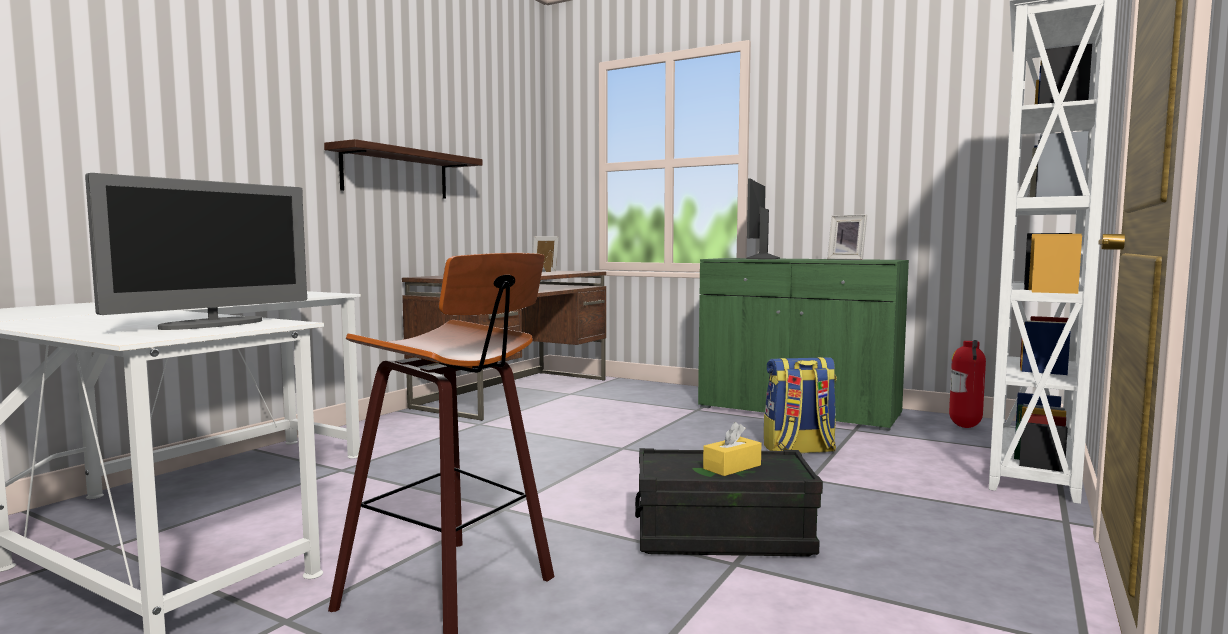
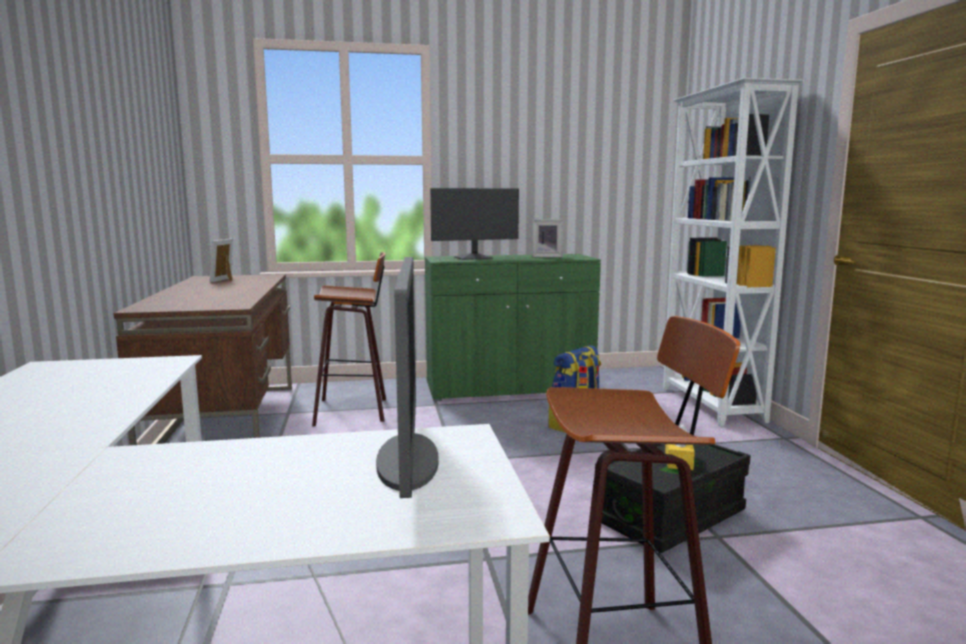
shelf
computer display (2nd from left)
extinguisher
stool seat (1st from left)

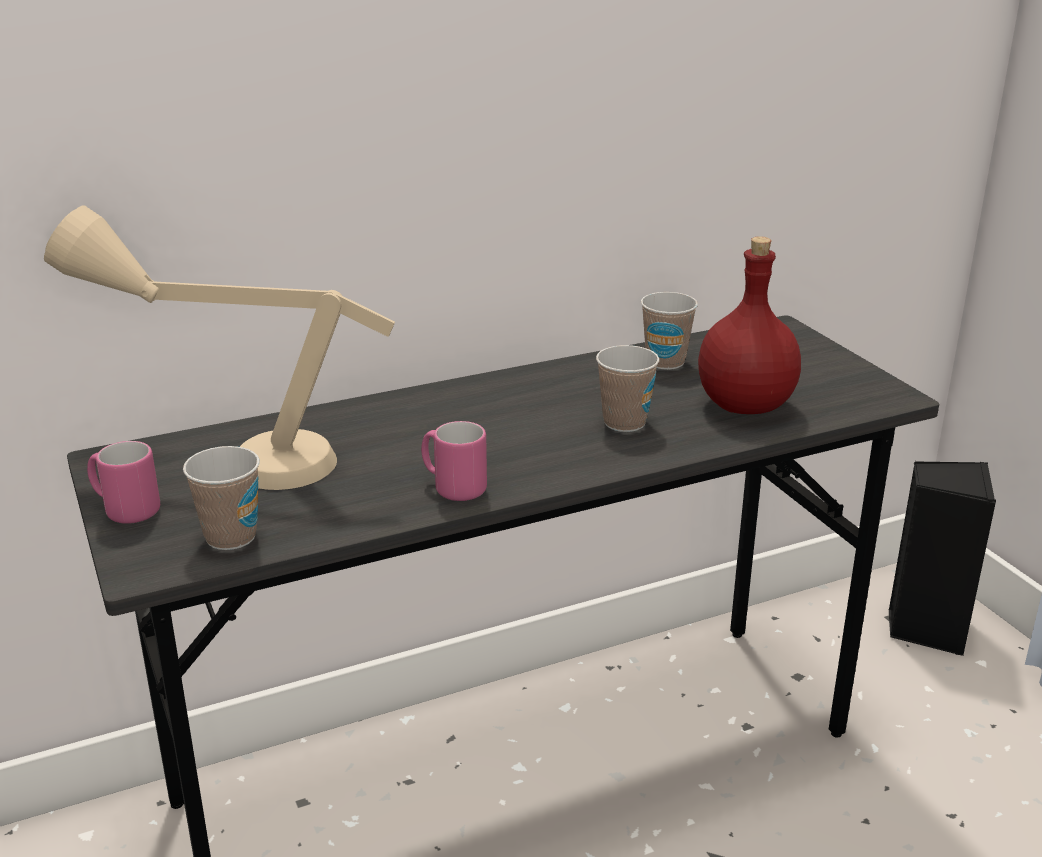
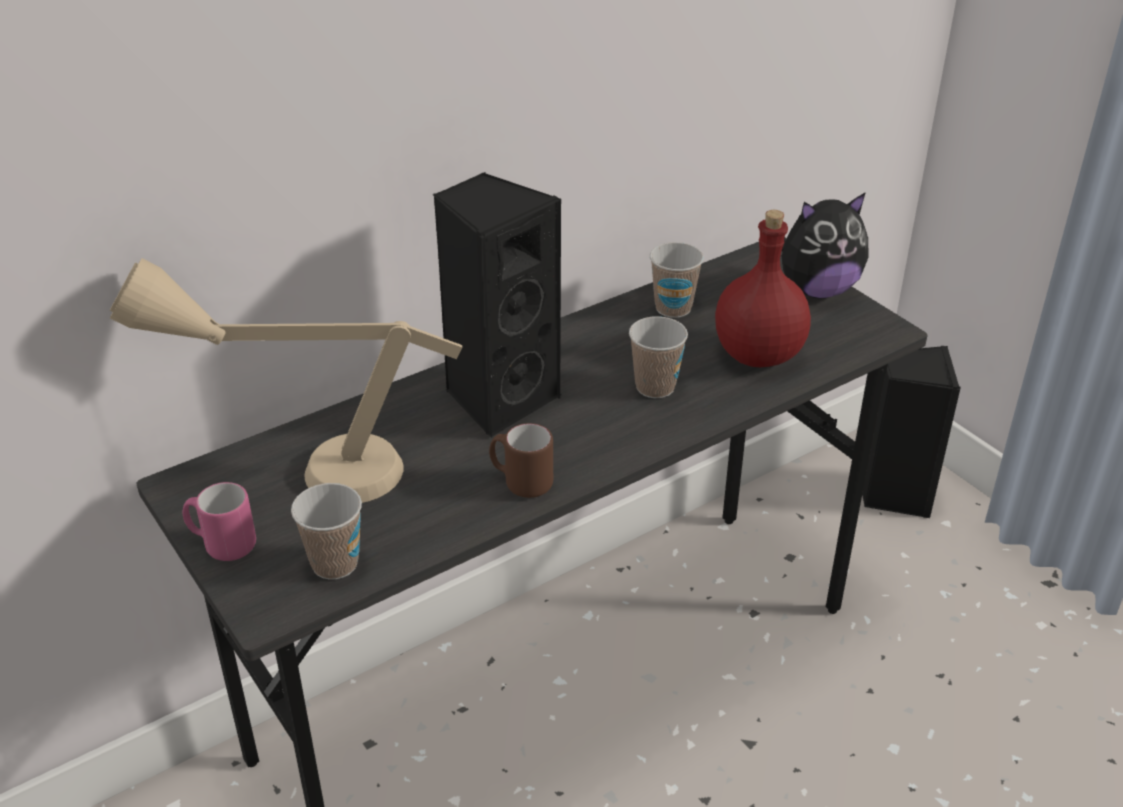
brownish coffee mug
black-coloured audio speaker (1st from left)
soft toy

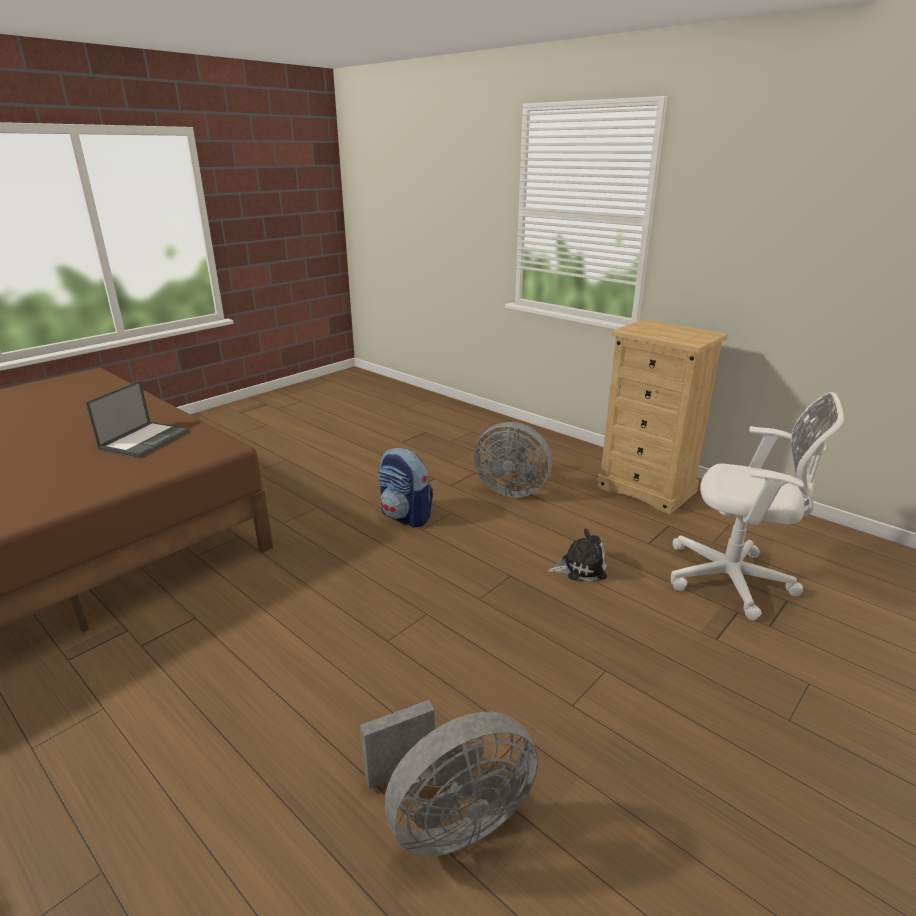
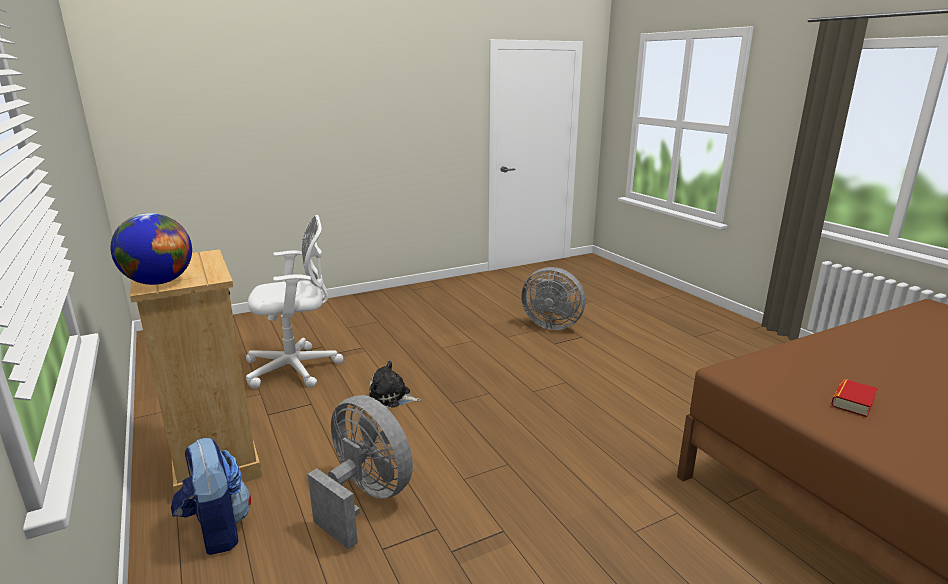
volume
whitish desk chair
knapsack
greyish fan (2nd from left)
desk globe

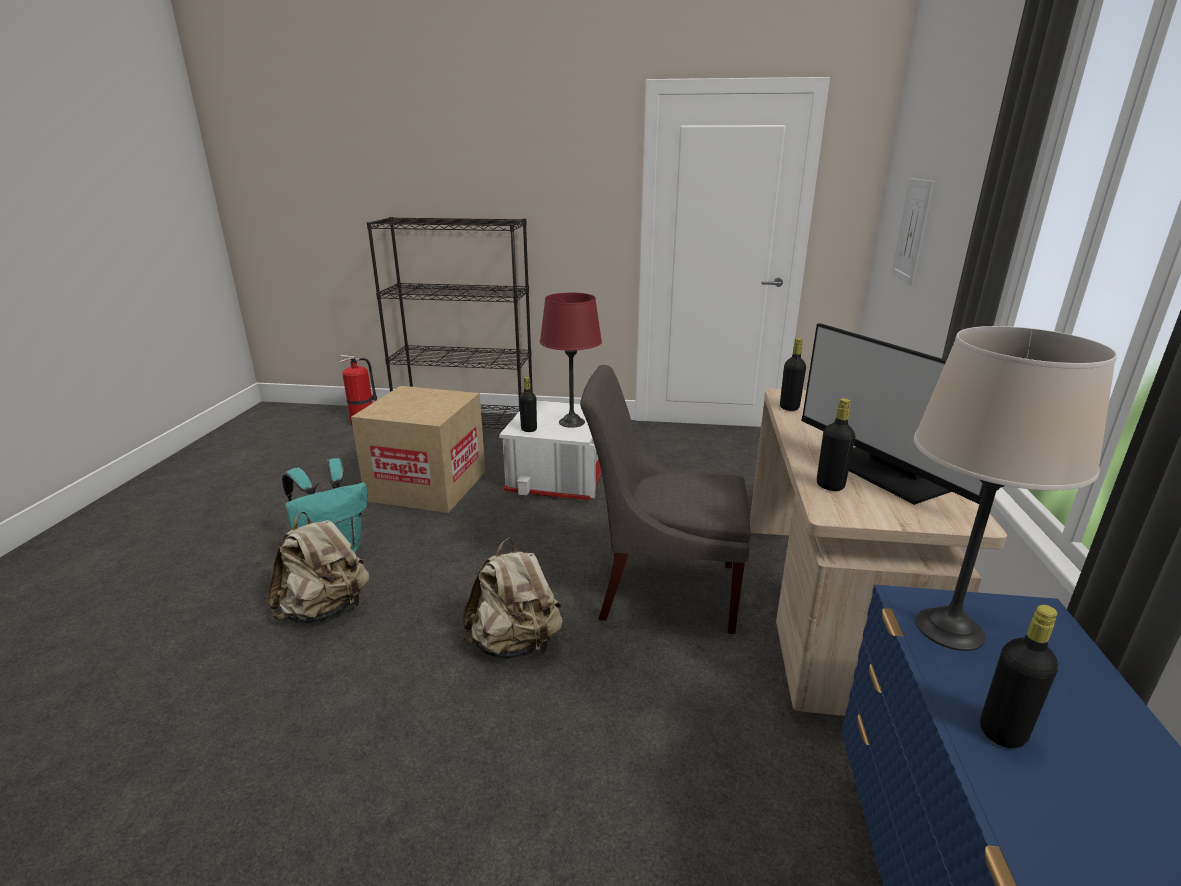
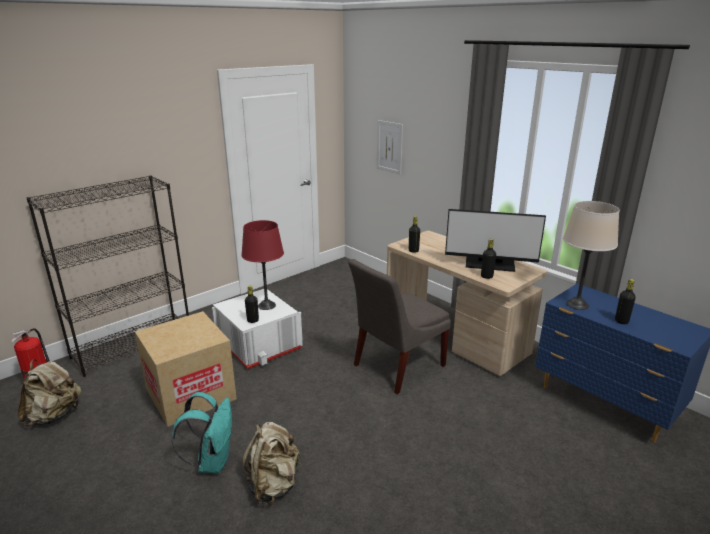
sand-coloured knapsack (1st from left)

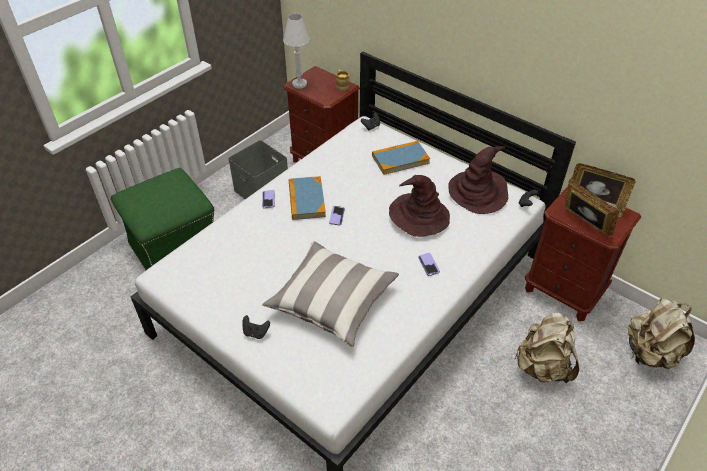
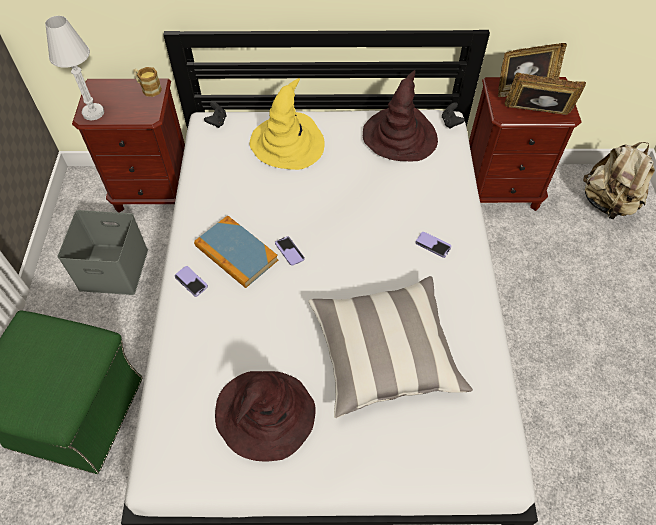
yellow-coloured clothing hat
brownish clothing hat (1st from left)
sand-coloured knapsack (1st from left in the first image)
black-coloured game controller (1st from left in the first image)

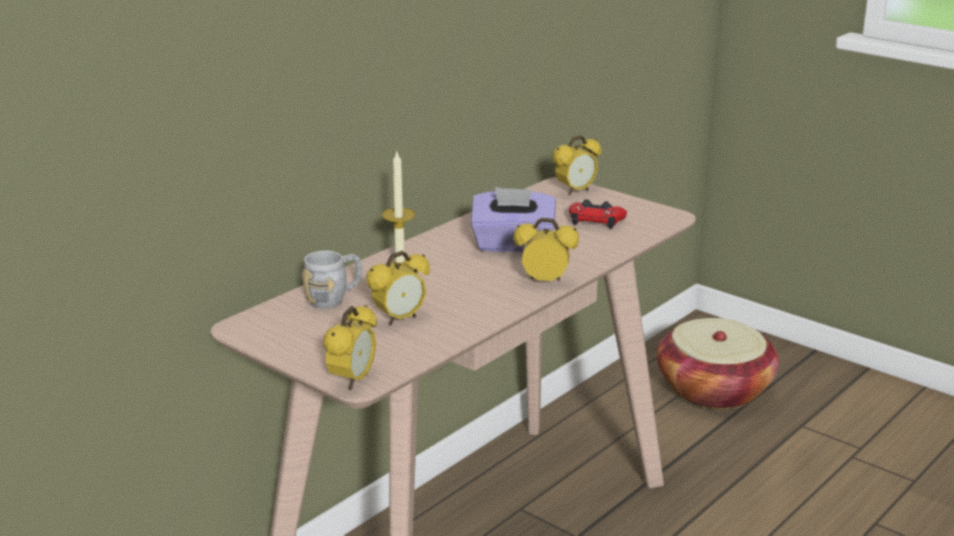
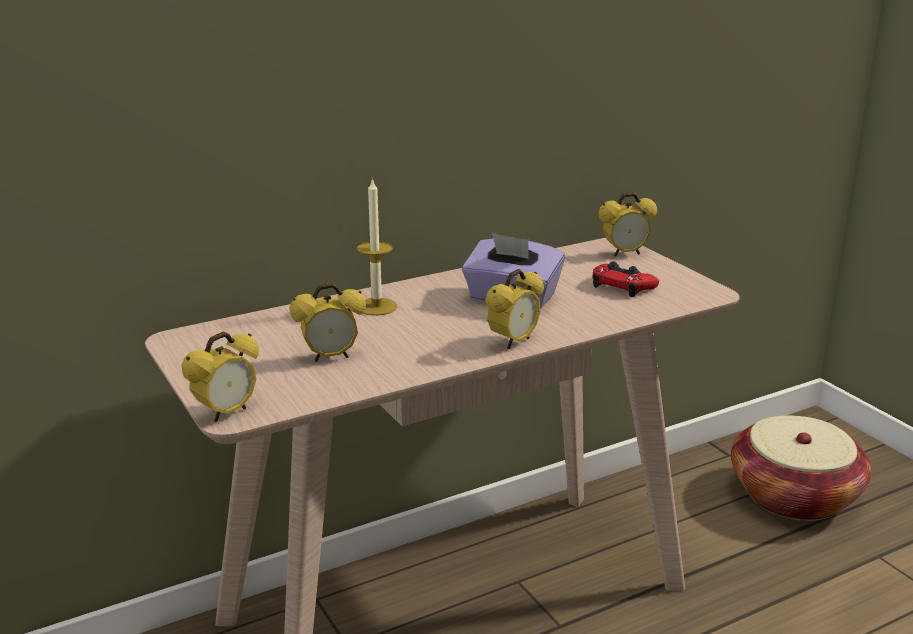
bedside clock (3rd from left)
greyish coffee mug

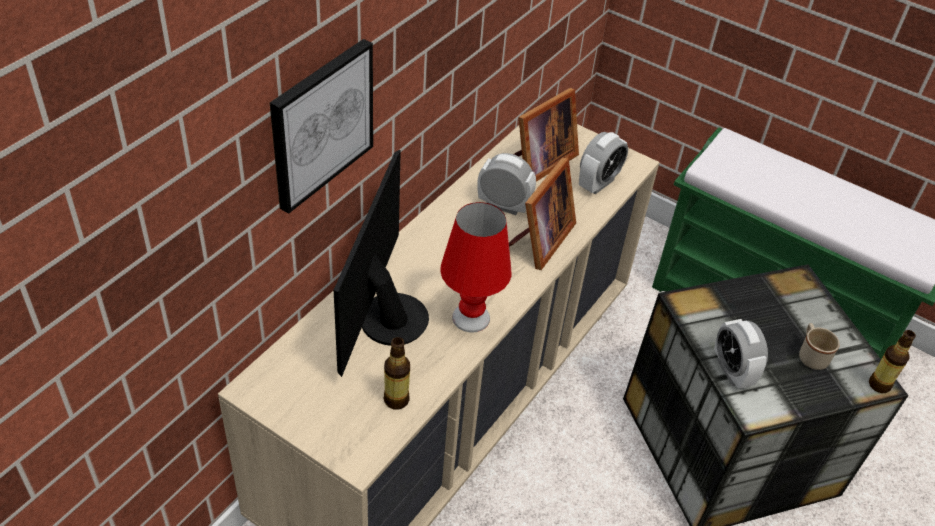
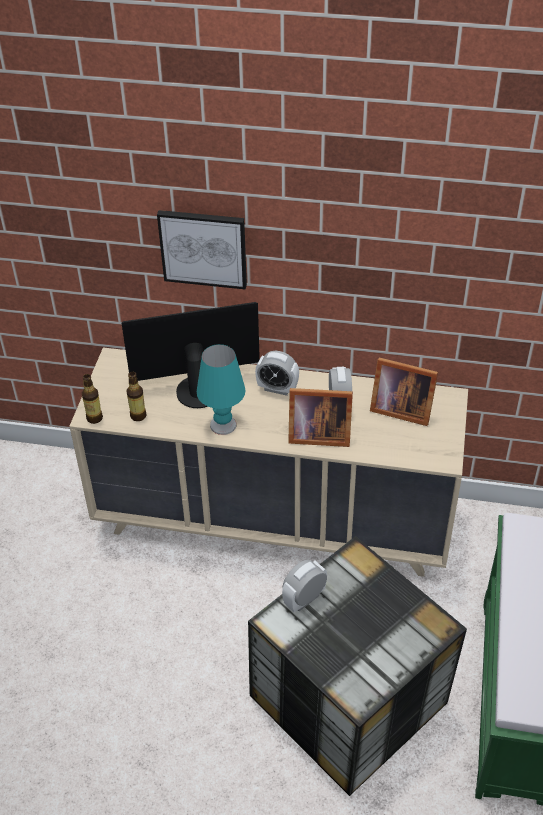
bedside clock (1st from left)
turquoise-coloured table lamp
sand-coloured coffee mug
drink bottle (1st from left)

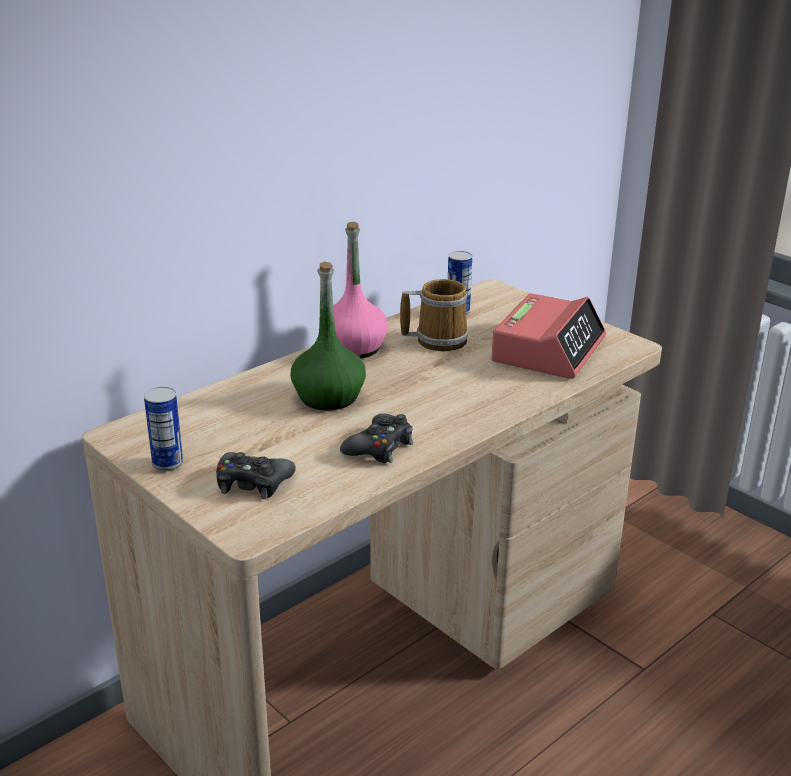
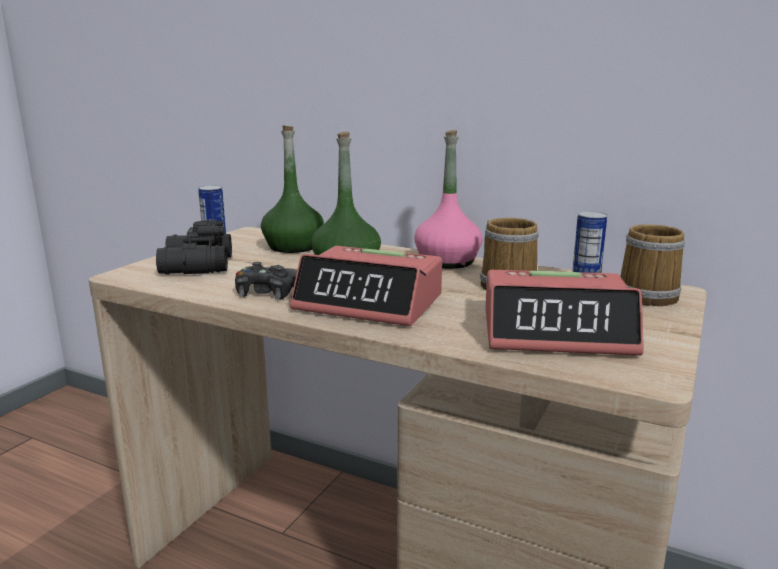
black-coloured pair of binoculars
greenish drink bottle (1st from left)
coffee mug (2nd from left)
bedside clock (1st from left)

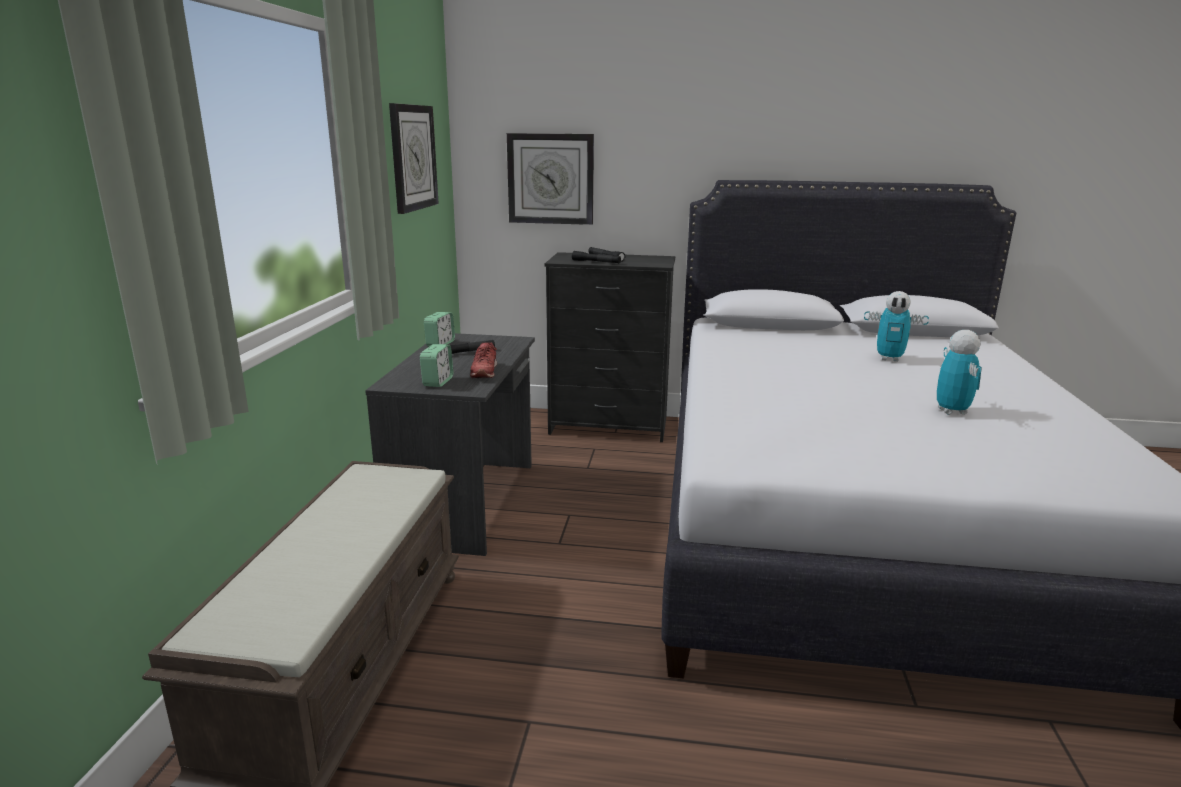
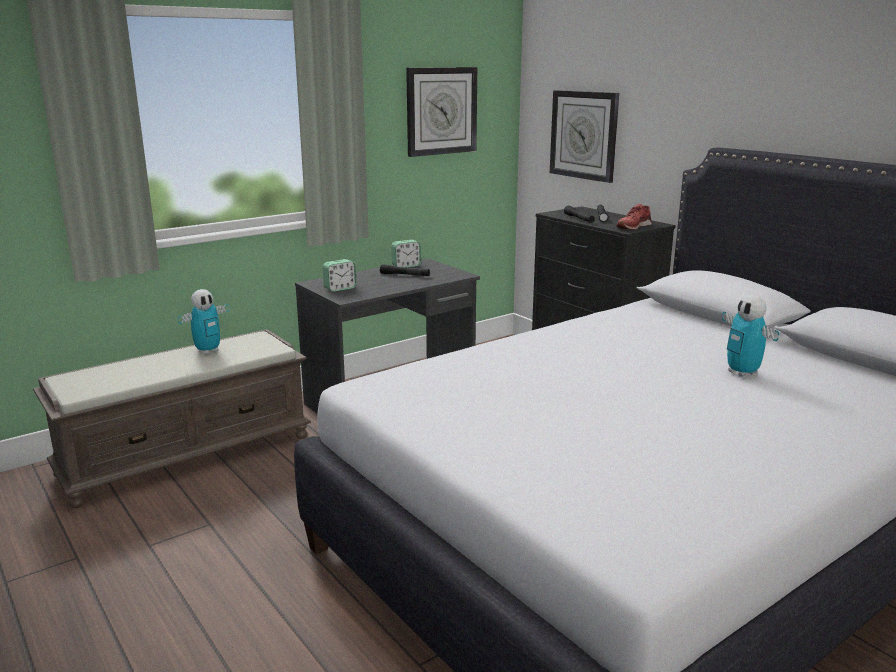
model robot (1st from left)
reddish low shoe

